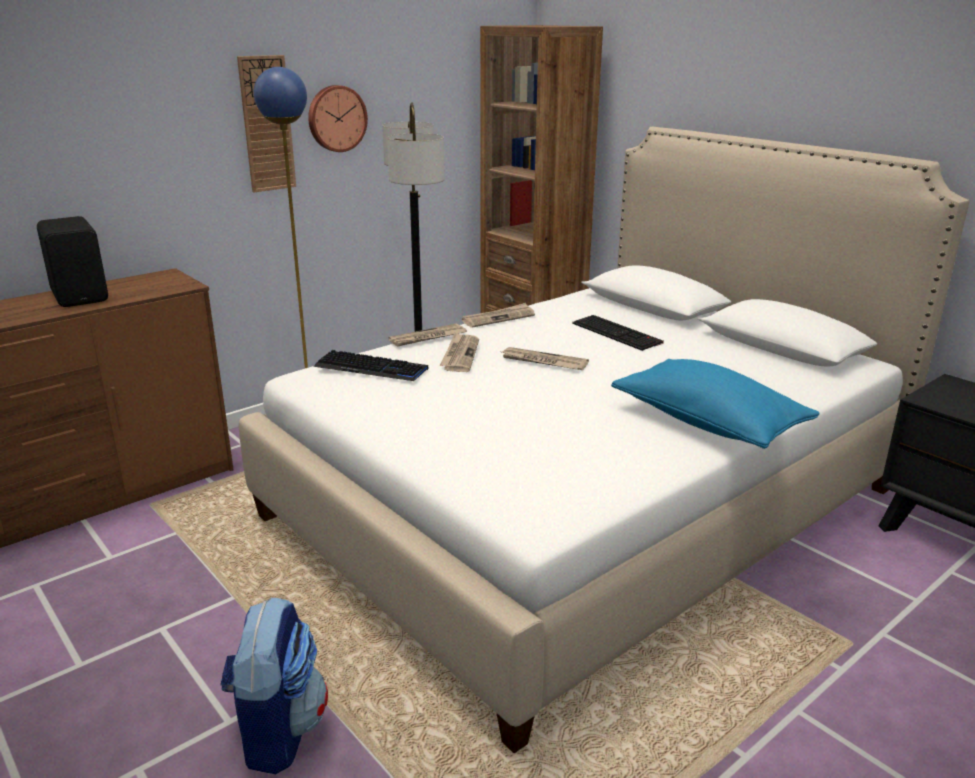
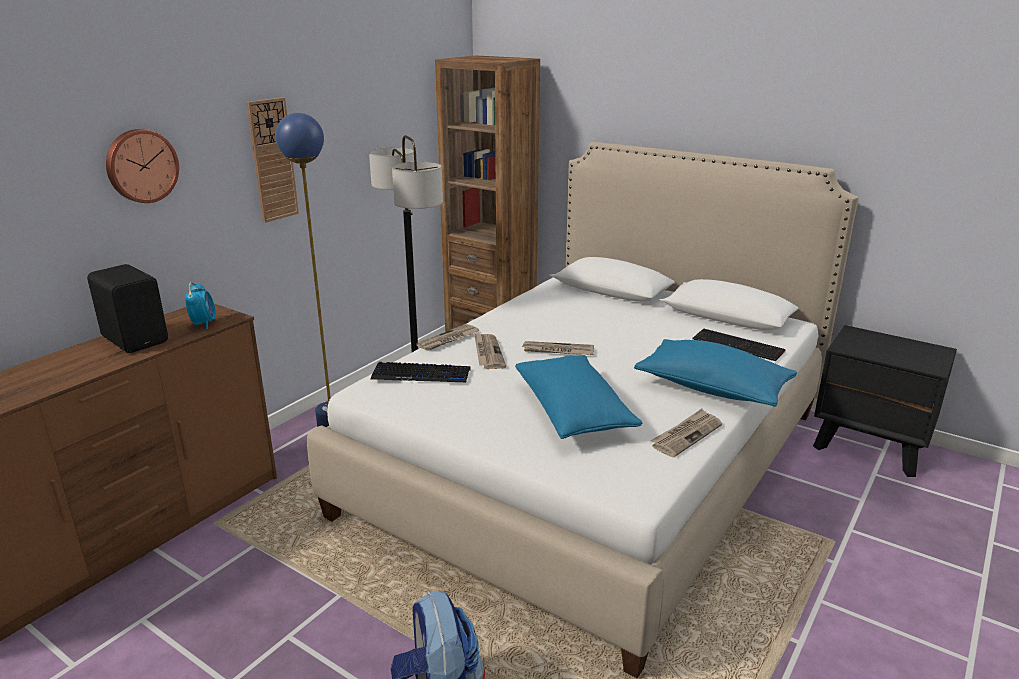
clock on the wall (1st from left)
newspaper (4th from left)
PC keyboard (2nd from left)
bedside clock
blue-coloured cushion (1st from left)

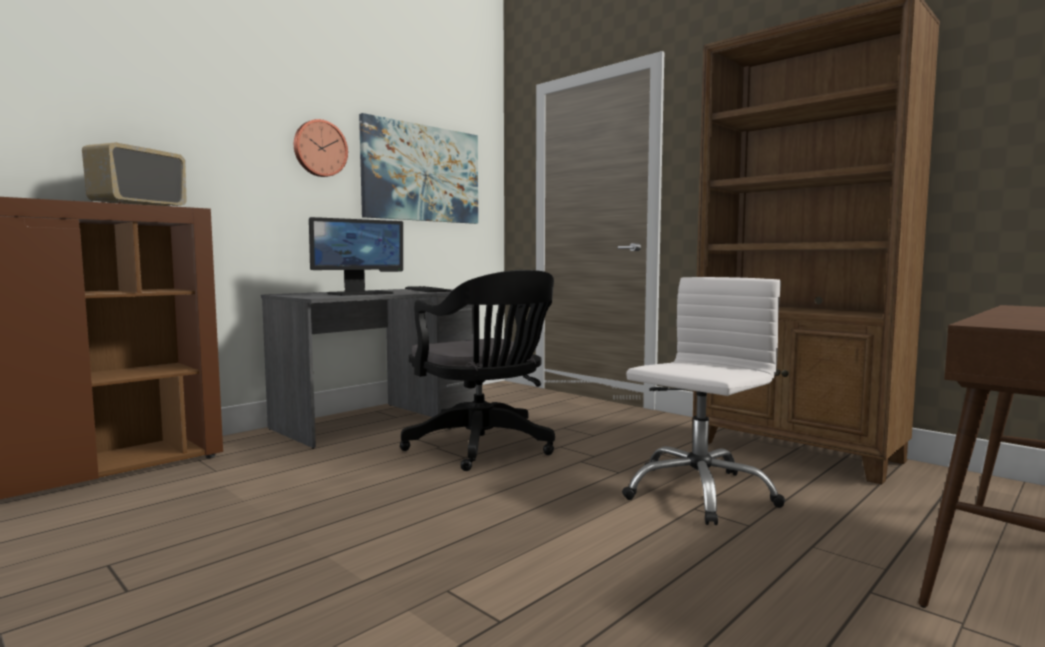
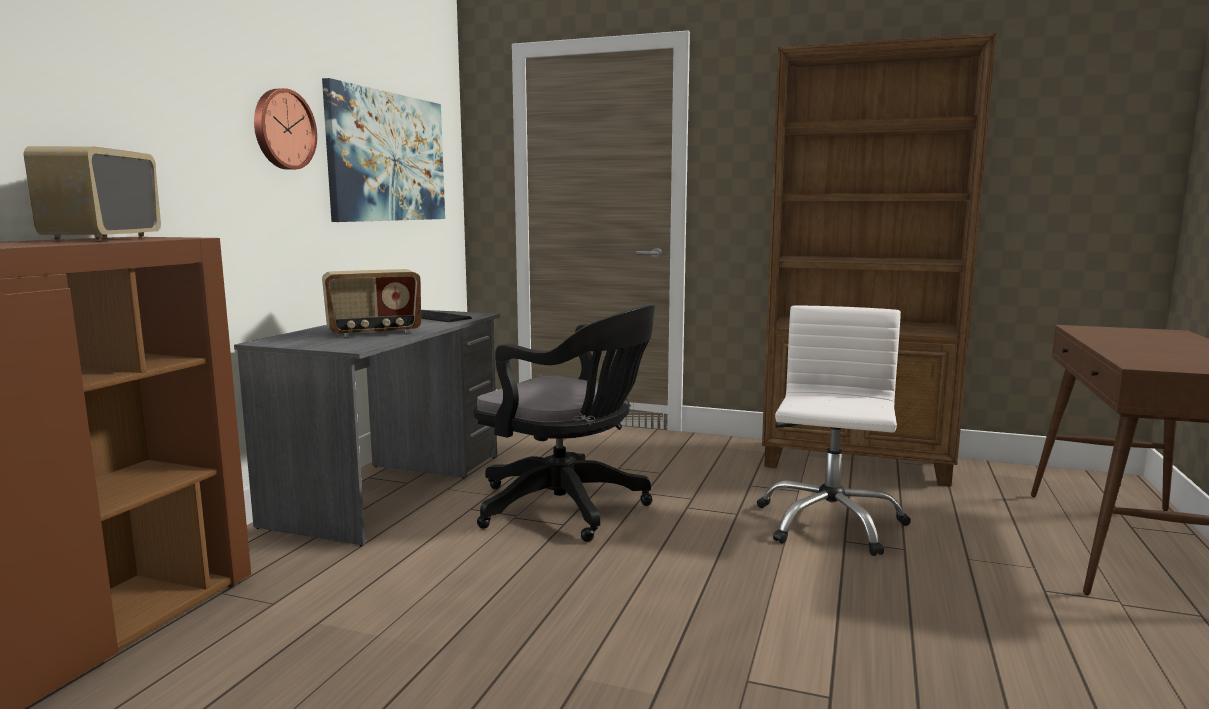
radio (2nd from left)

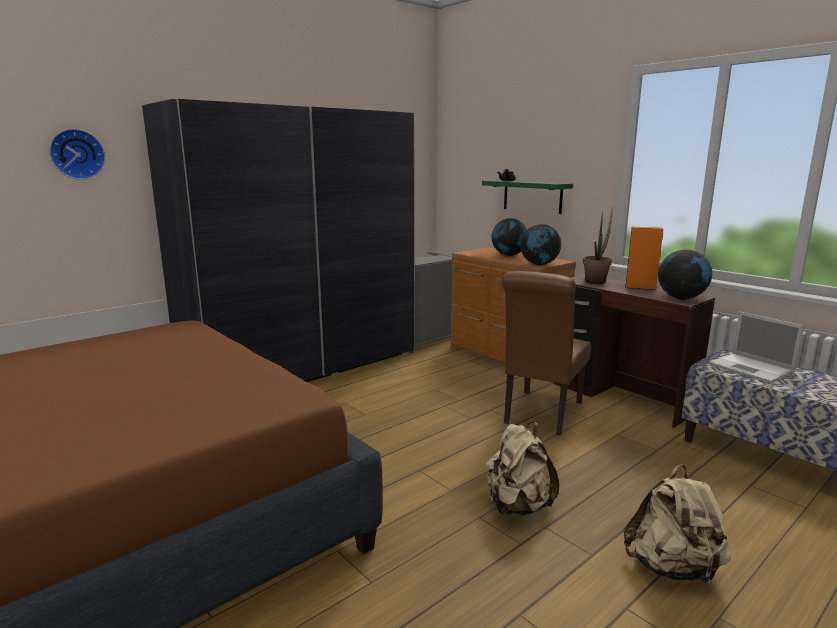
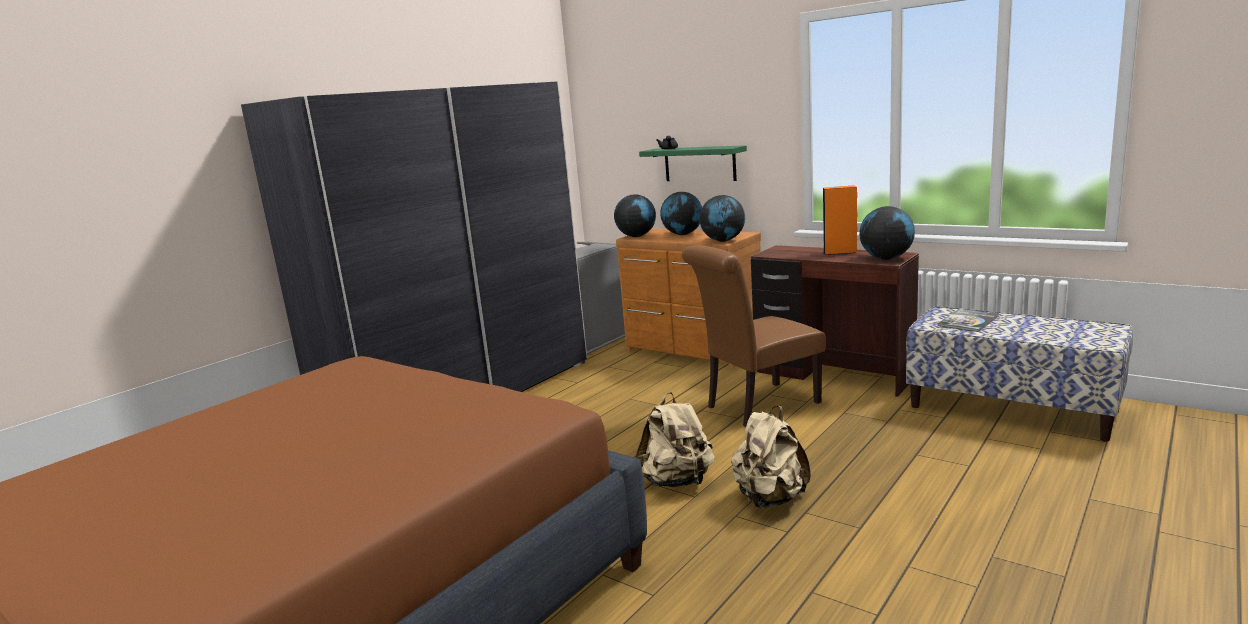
clock on the wall
houseplant
brownish chair
volume
sand-coloured knapsack (1st from left)
desk globe (1st from left)

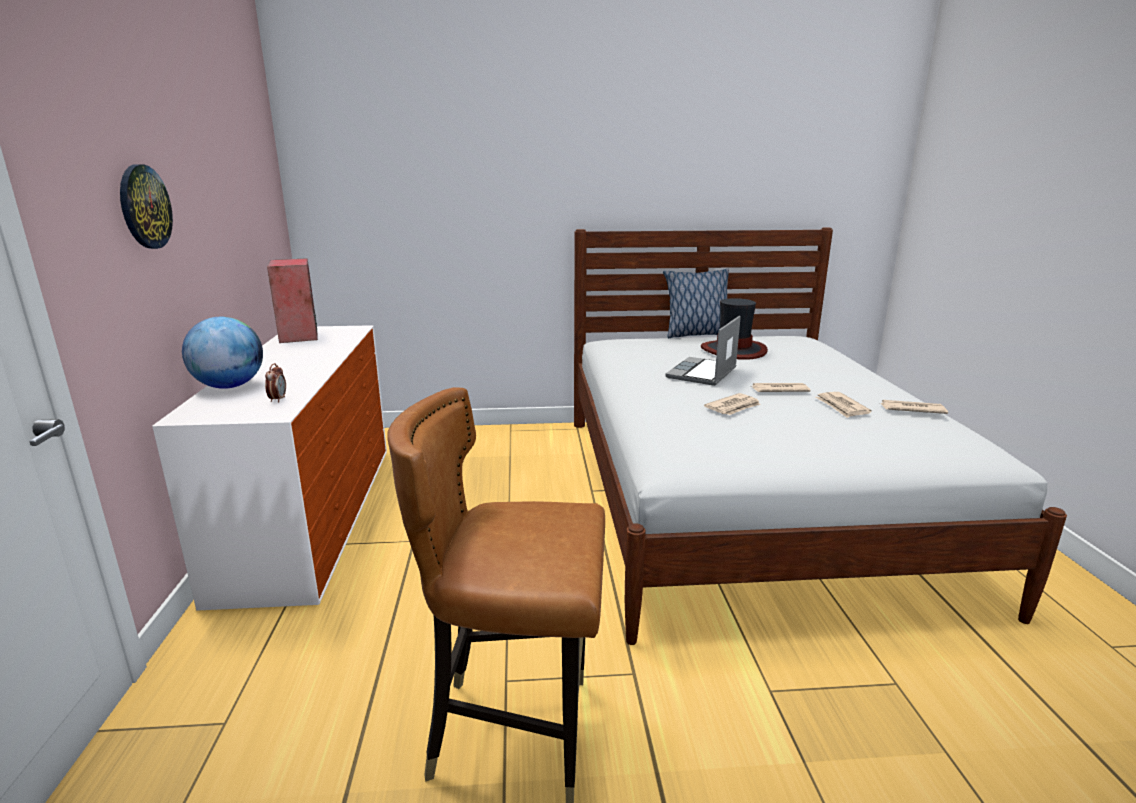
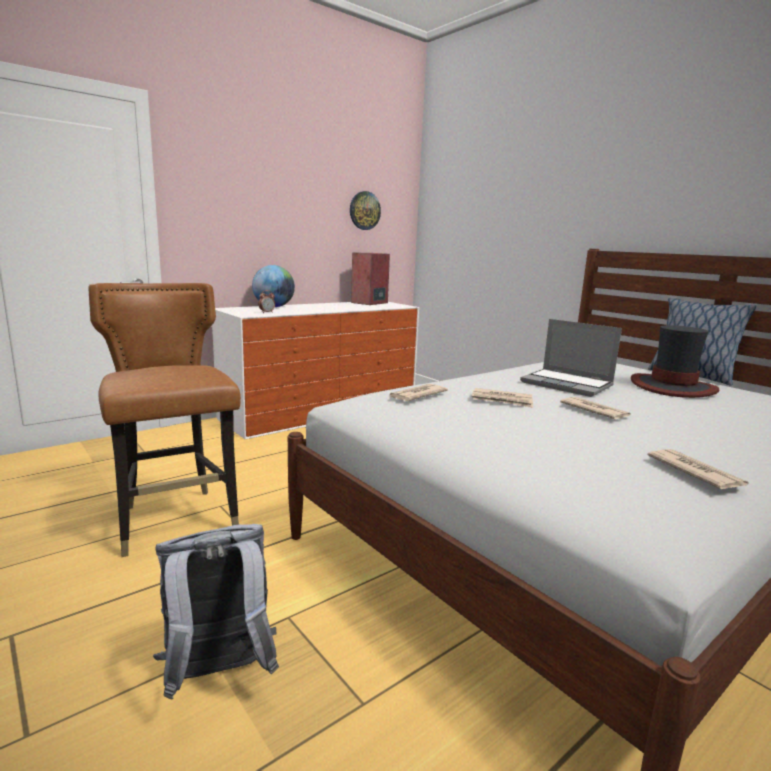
clock on the wall
notebook computer
newspaper (1st from left)
greyish knapsack

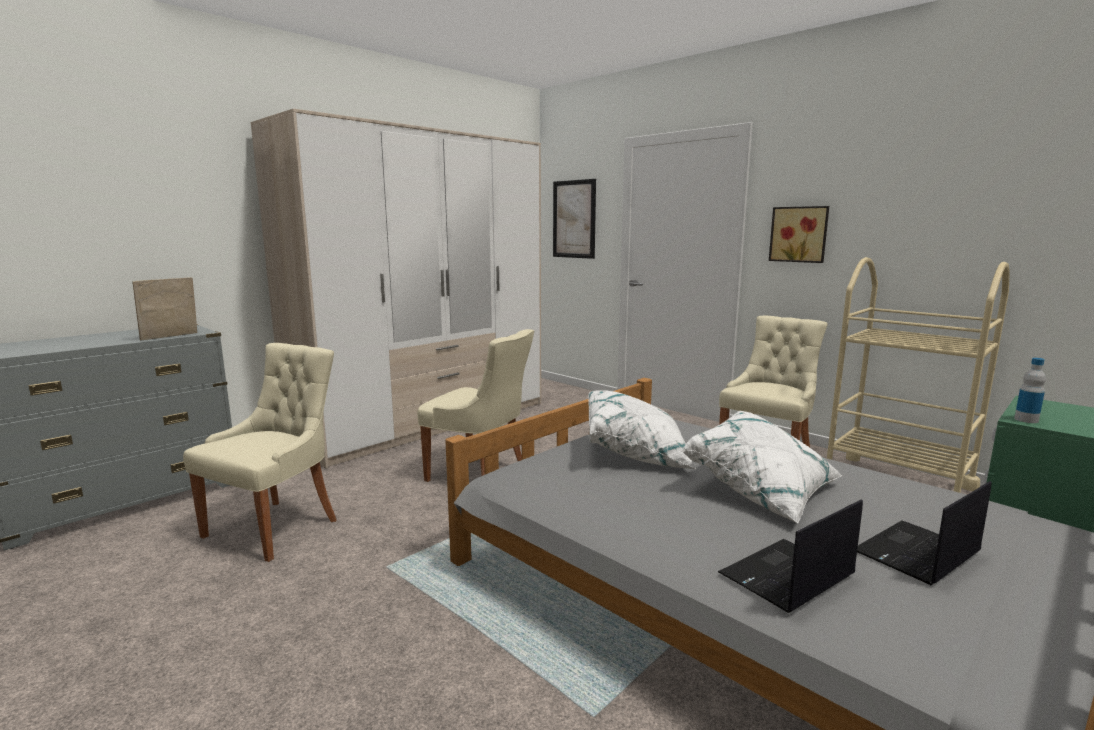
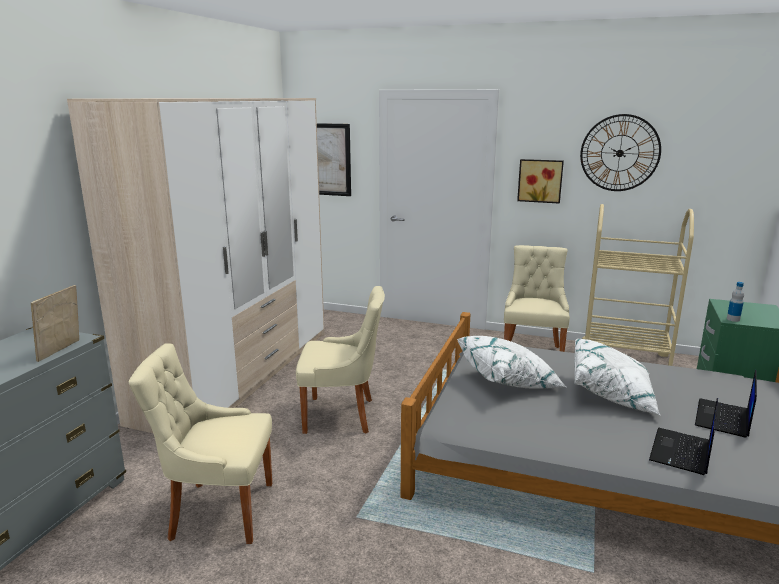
sand-coloured chair (1st from left)
clock on the wall

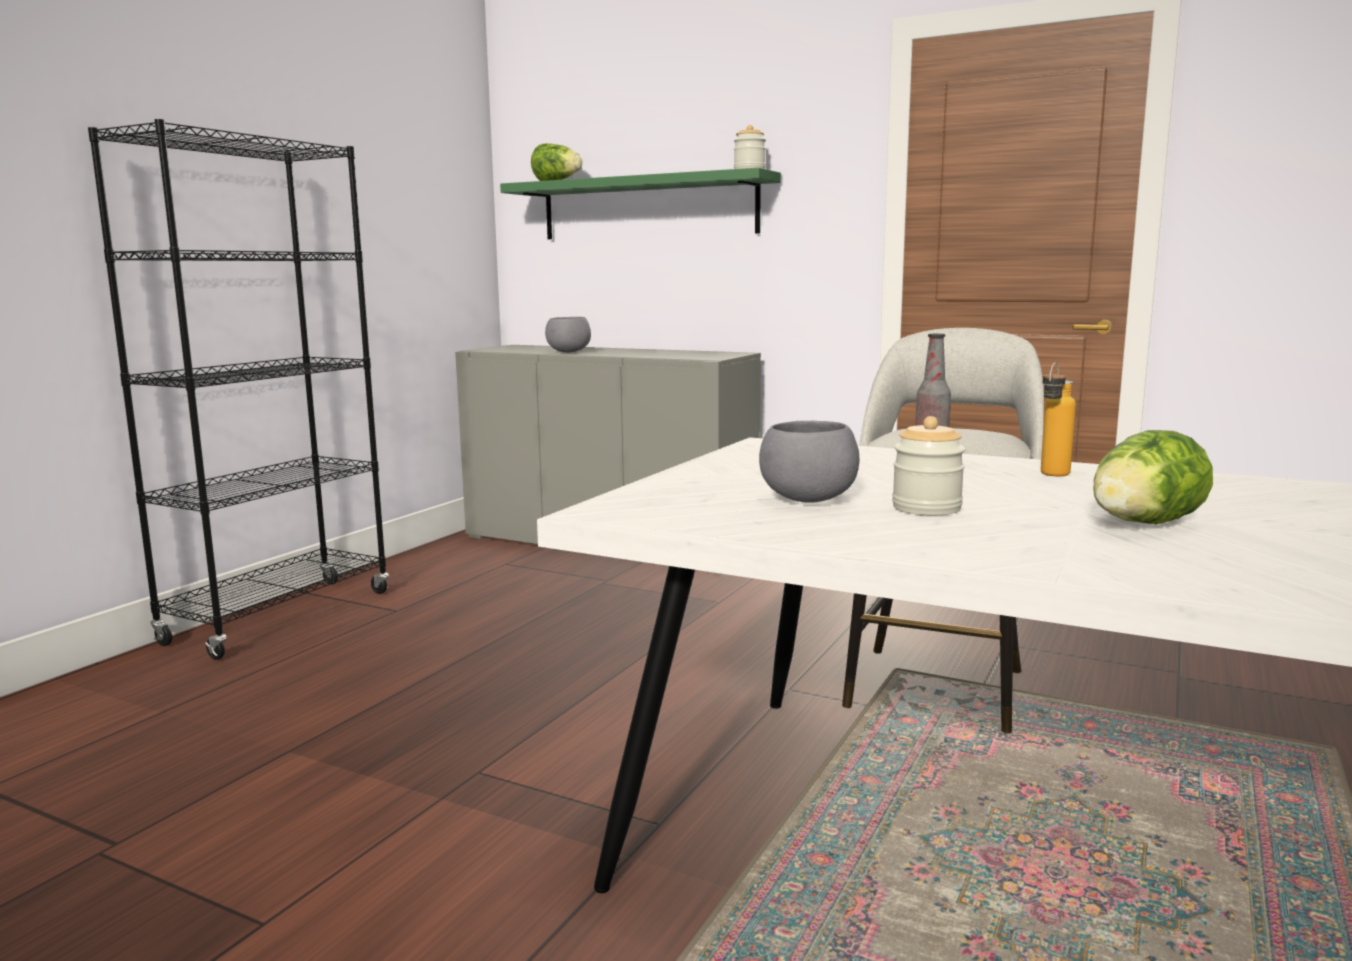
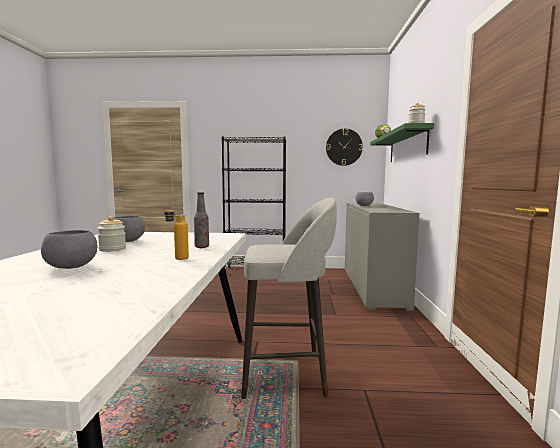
greyish deep dish (1st from left)
clock on the wall

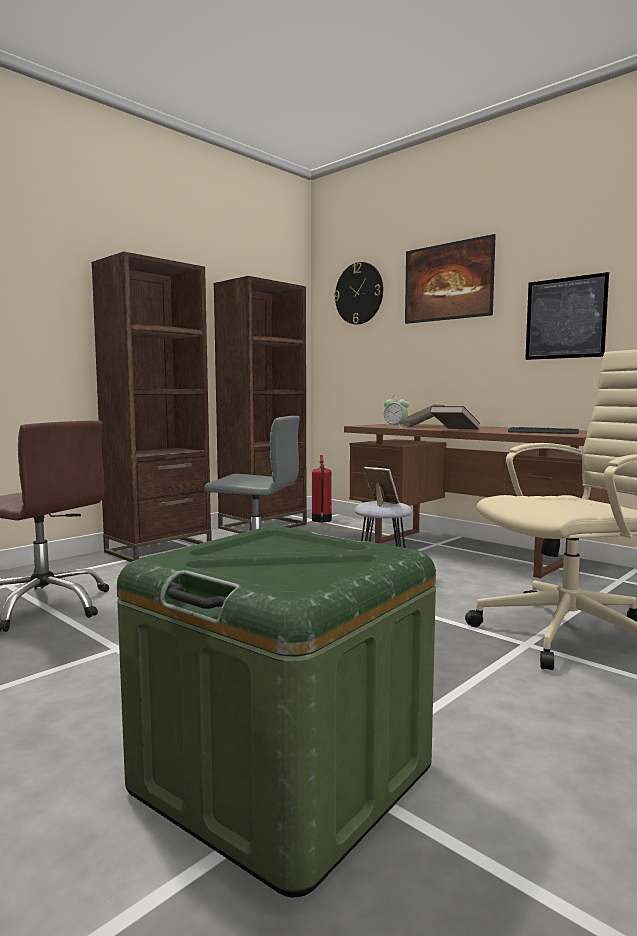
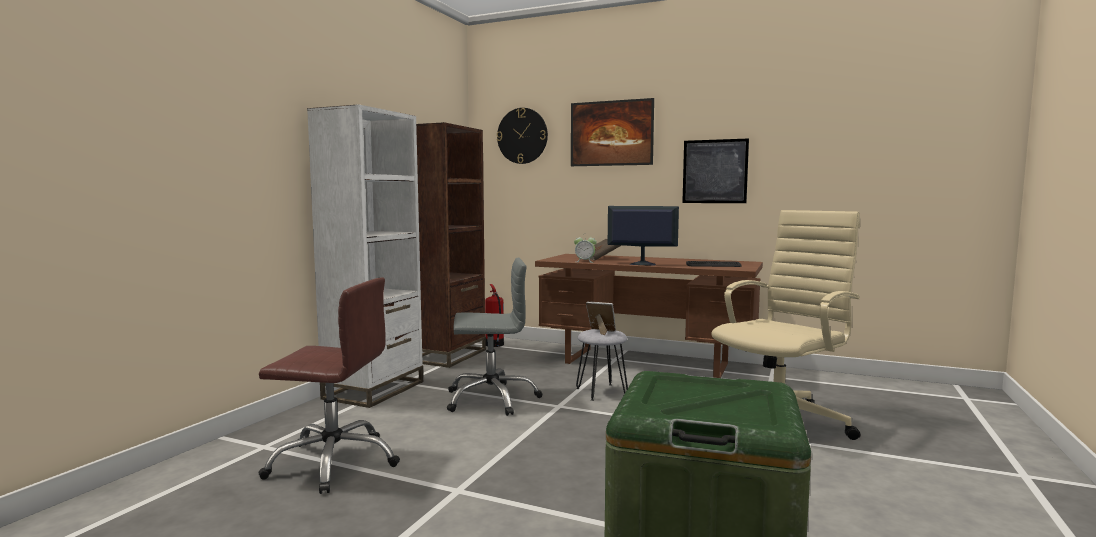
whitish bookcase
computer display

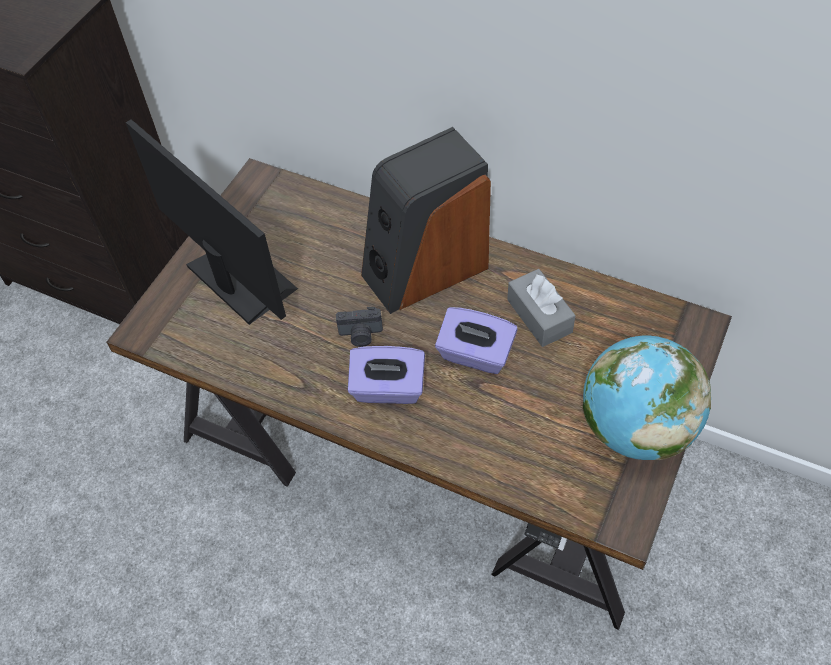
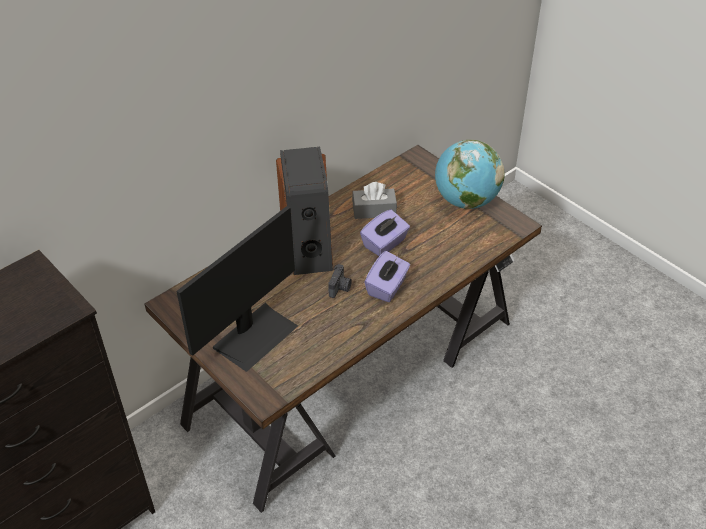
computer display

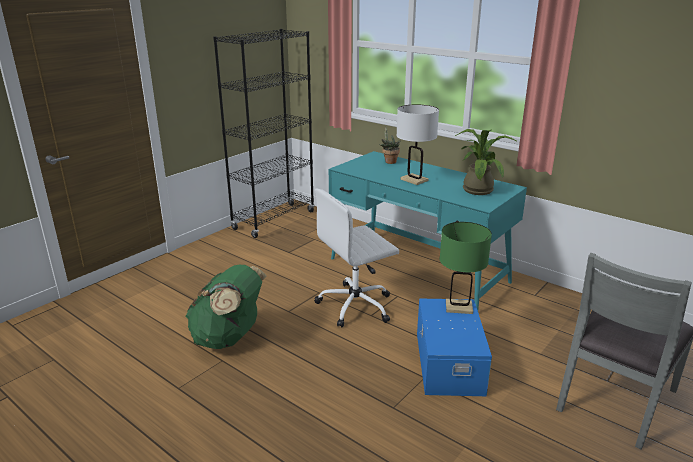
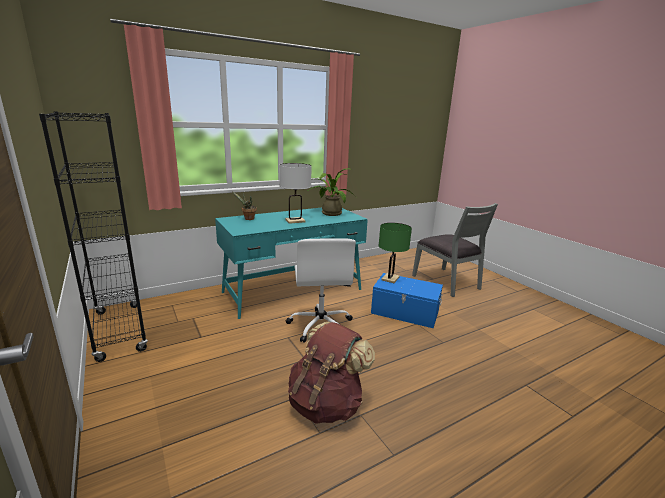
brownish knapsack

